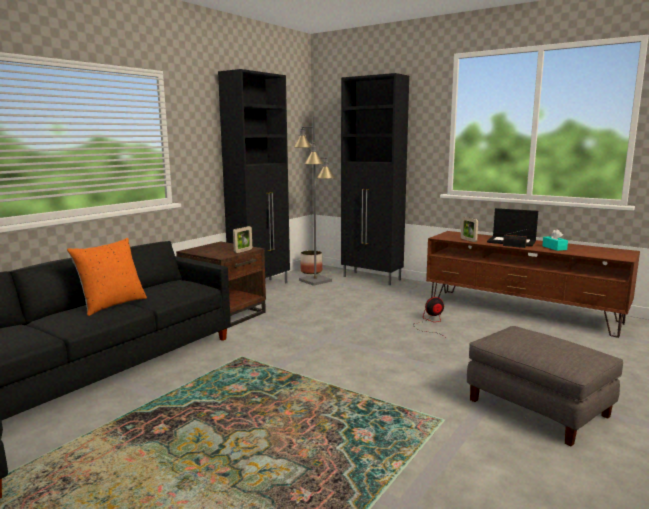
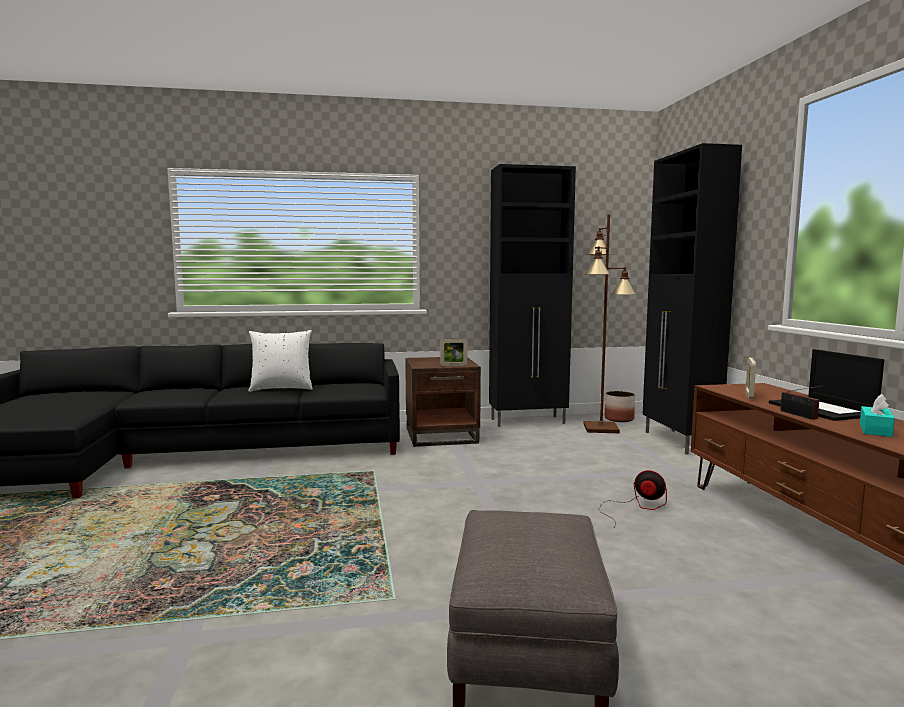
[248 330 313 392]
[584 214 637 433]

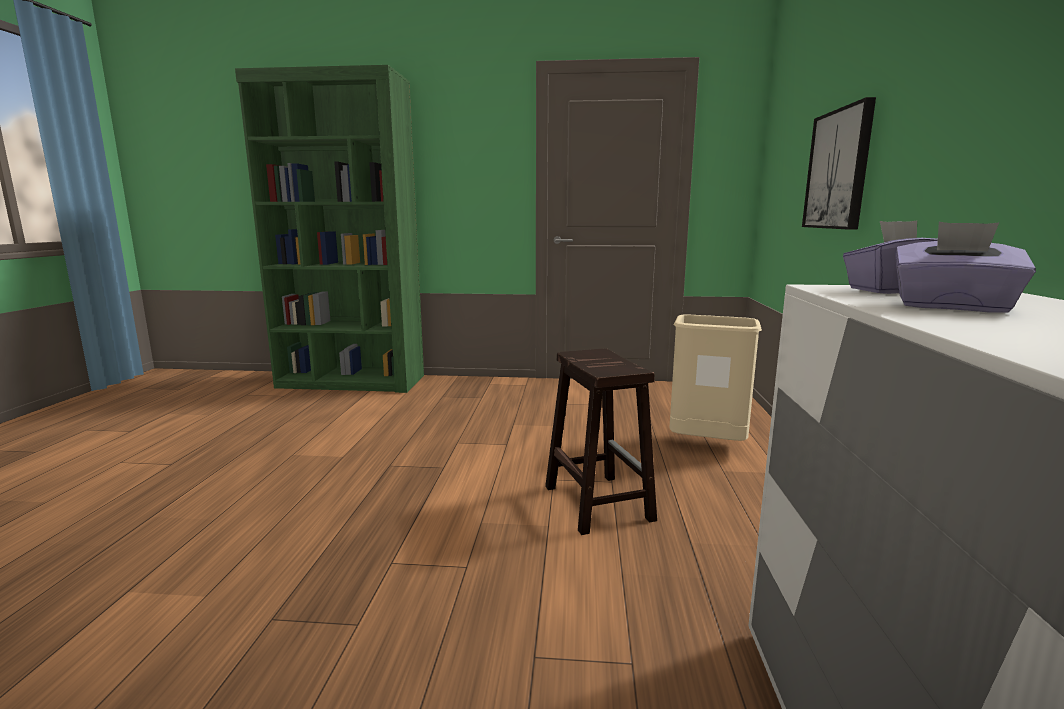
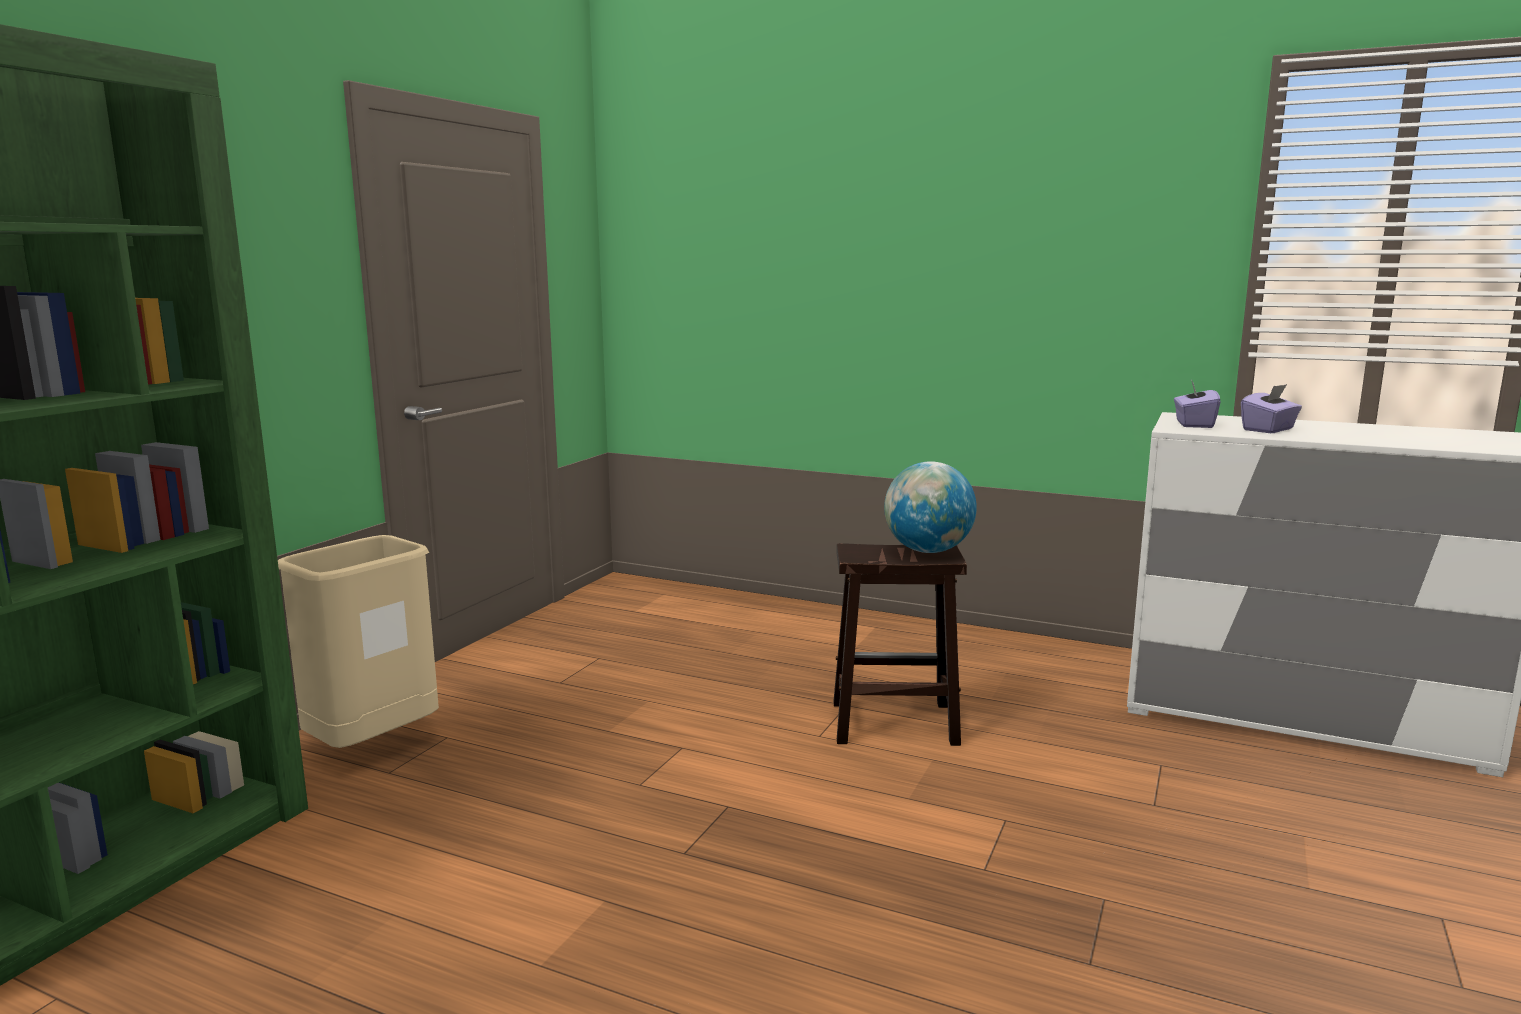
[802 97 876 230] (first image)
[884 461 977 553]
[278 535 439 748]

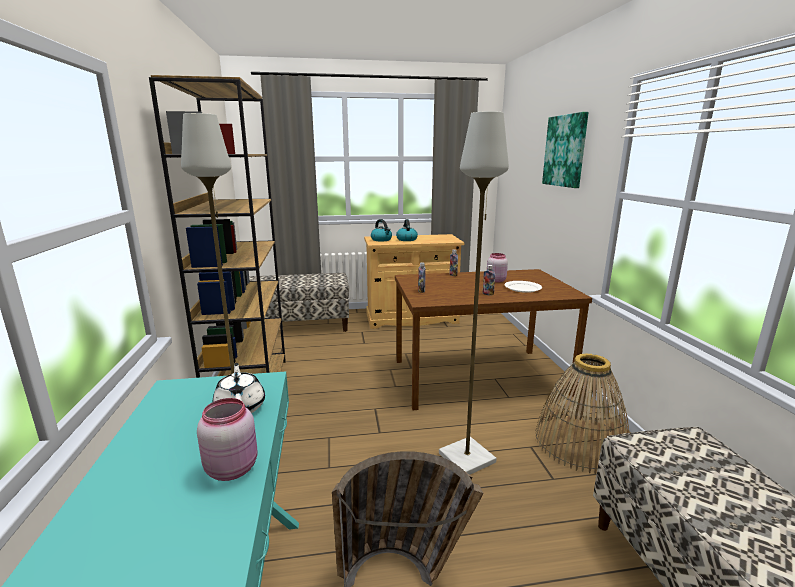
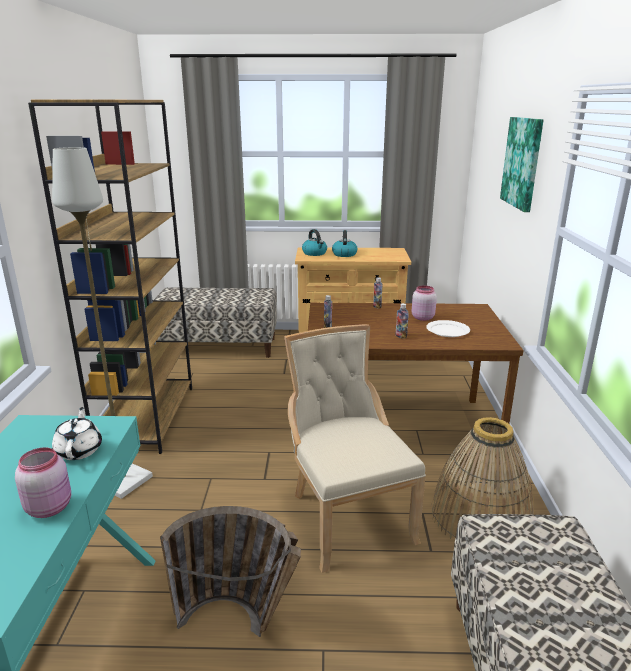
[284 324 426 573]

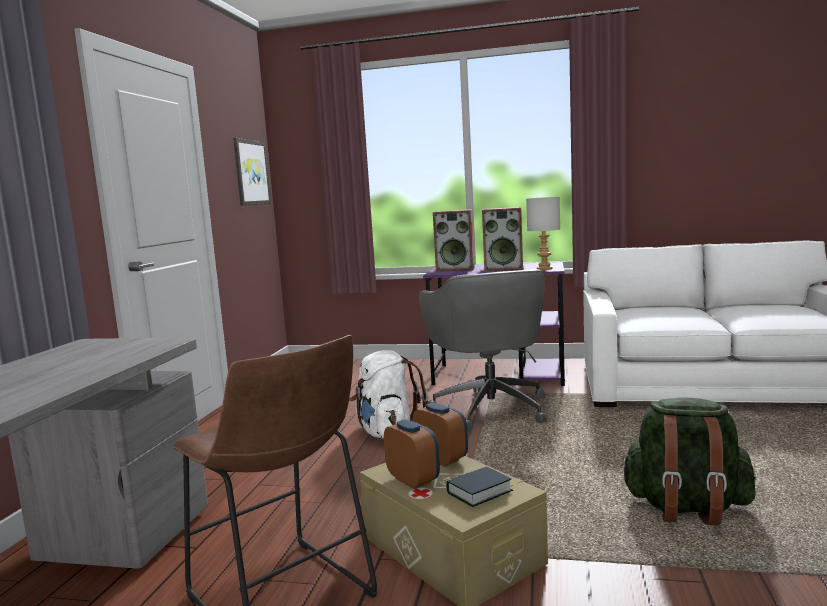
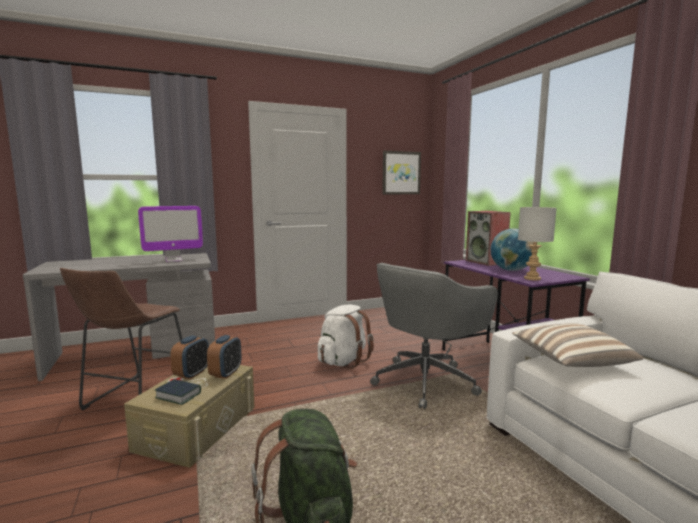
[138 206 203 262]
[512 323 643 367]
[490 228 533 271]

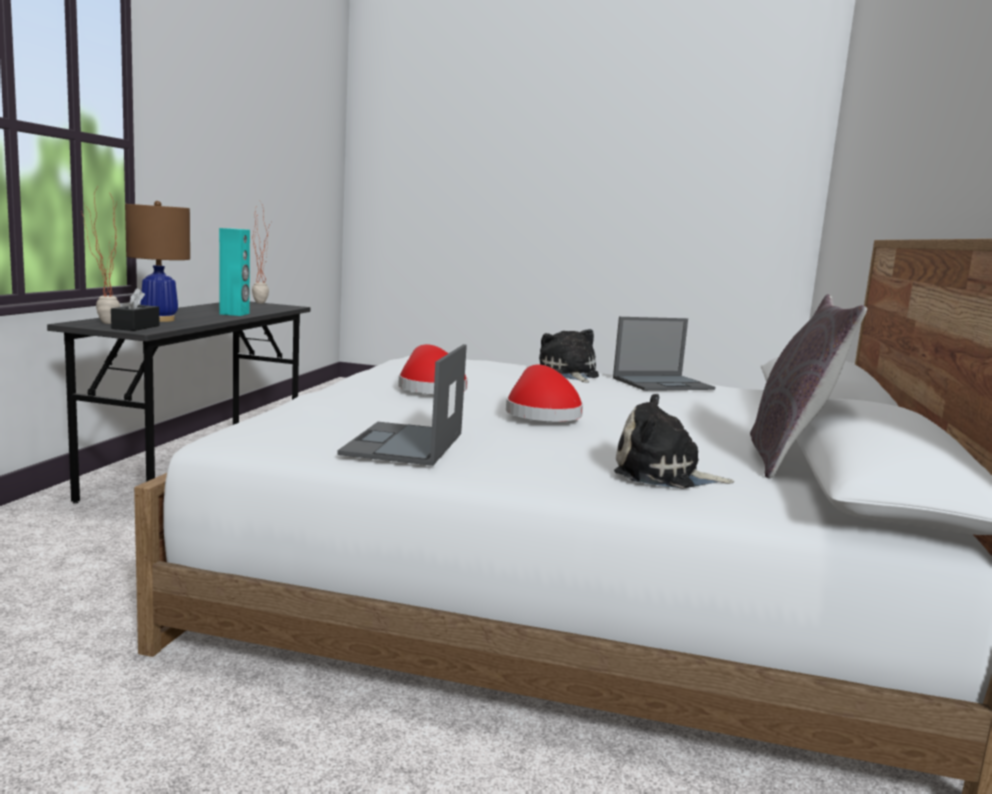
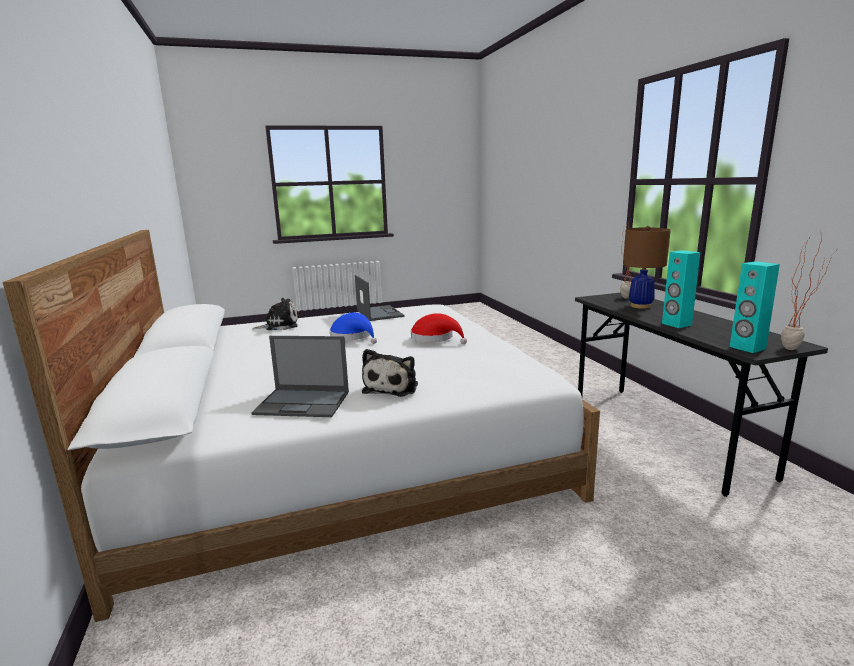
[111 288 160 331] (first image)
[750 294 867 478] (first image)
[730 261 780 353]
[330 313 377 344]
[362 349 418 397]
[251 336 349 417]

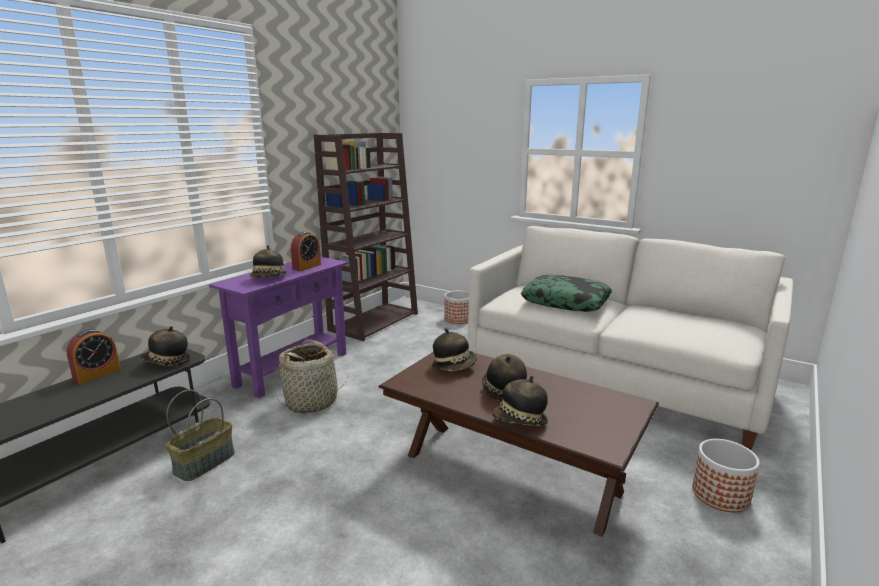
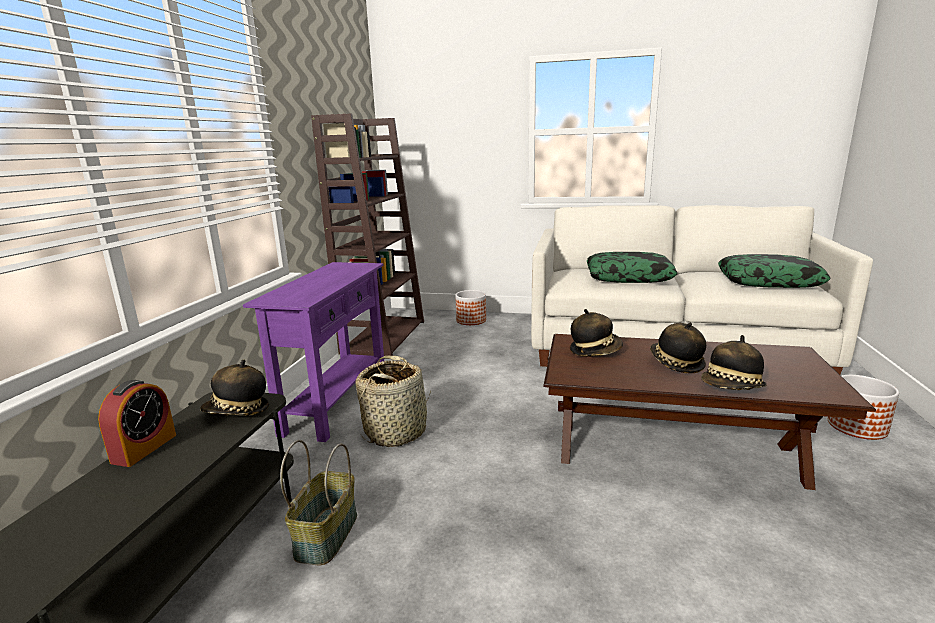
[250 245 287 277] (first image)
[291 232 321 271] (first image)
[718 254 830 288]

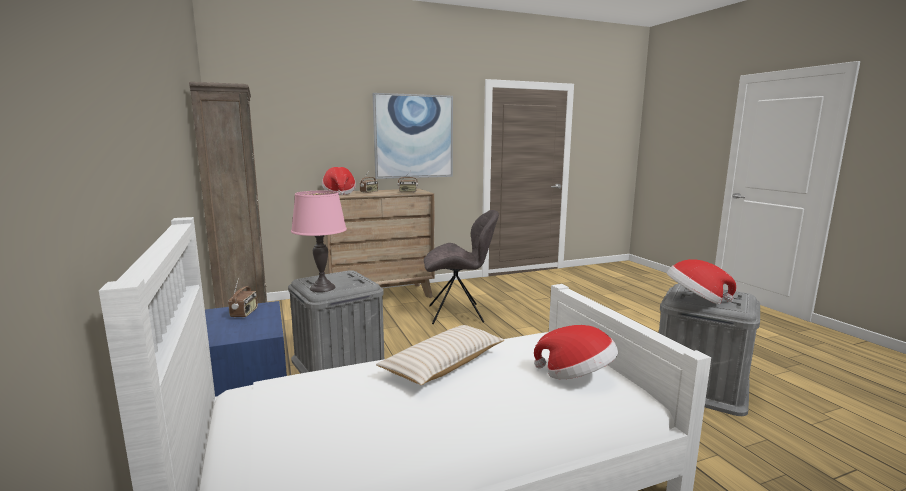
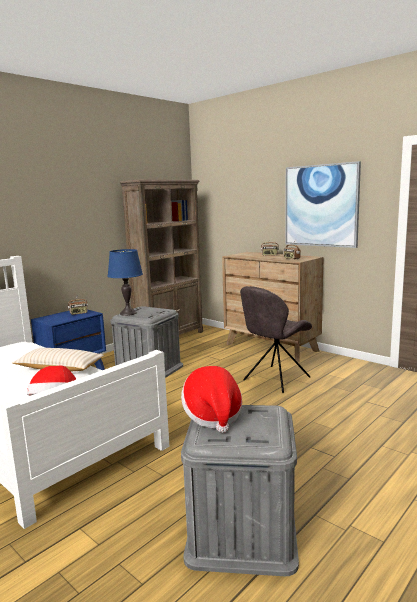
[322 167 356 195] (first image)
[107 249 143 316]
[240 286 312 393]

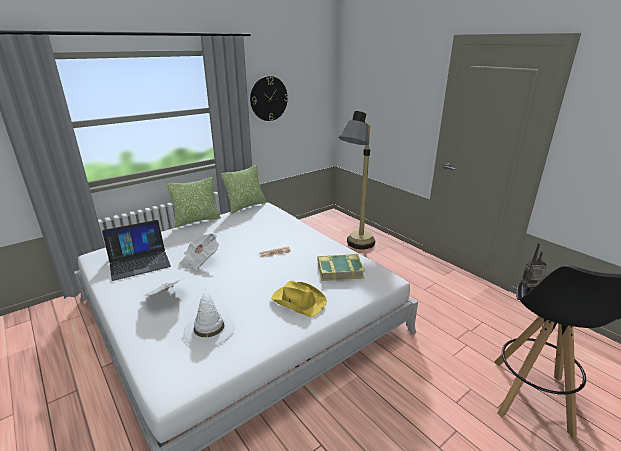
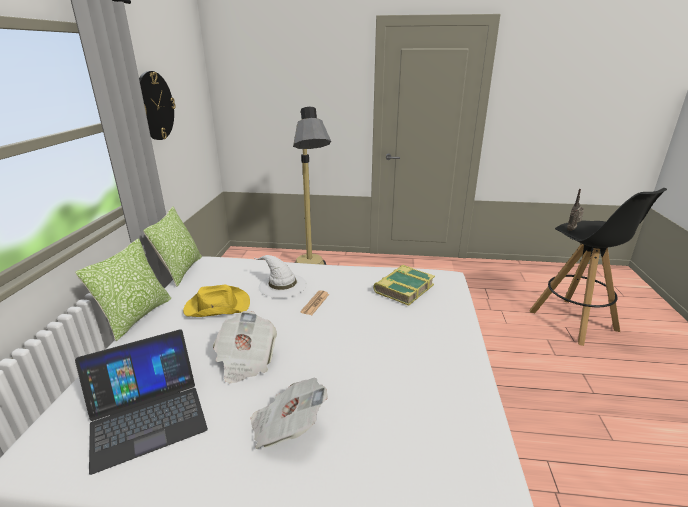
[255 255 307 298]
[183 285 250 317]
[75 329 208 475]

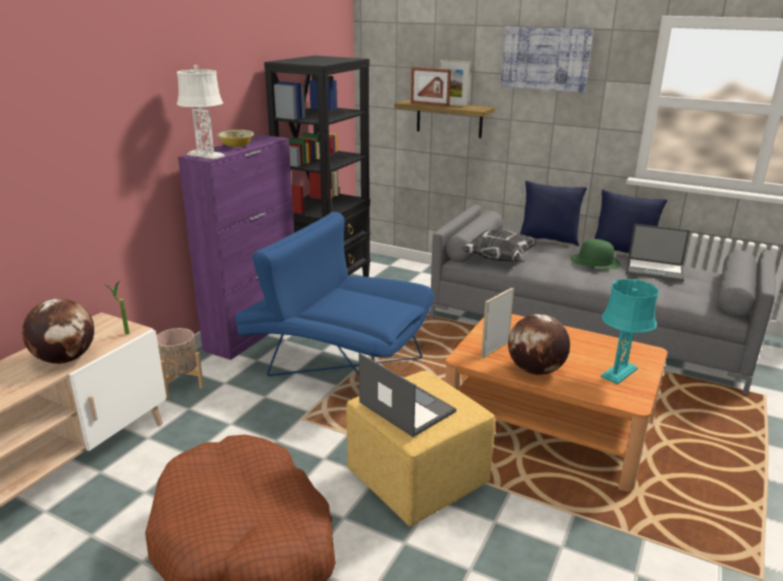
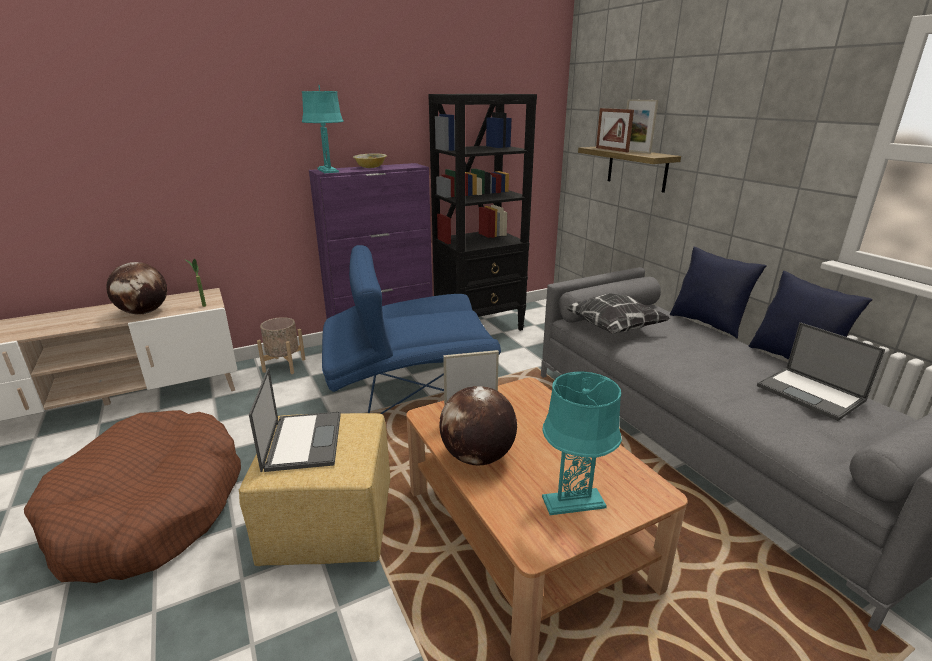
[501 27 593 93] (first image)
[571 239 621 270] (first image)
[302 85 344 173]
[322 245 501 414]

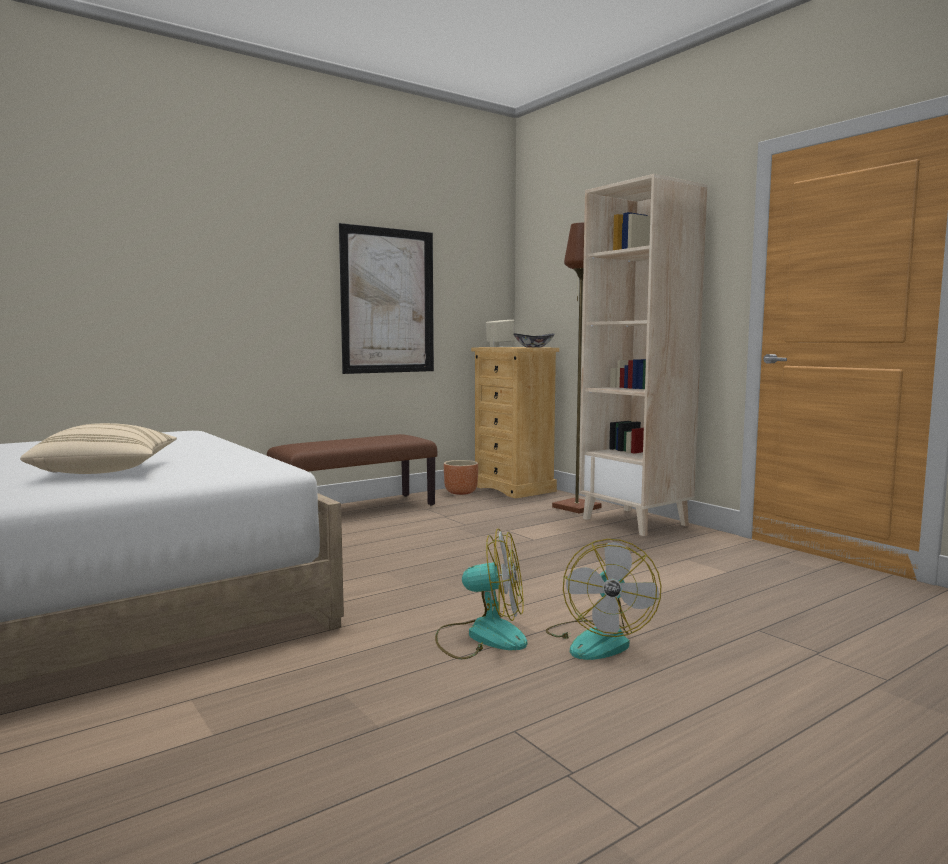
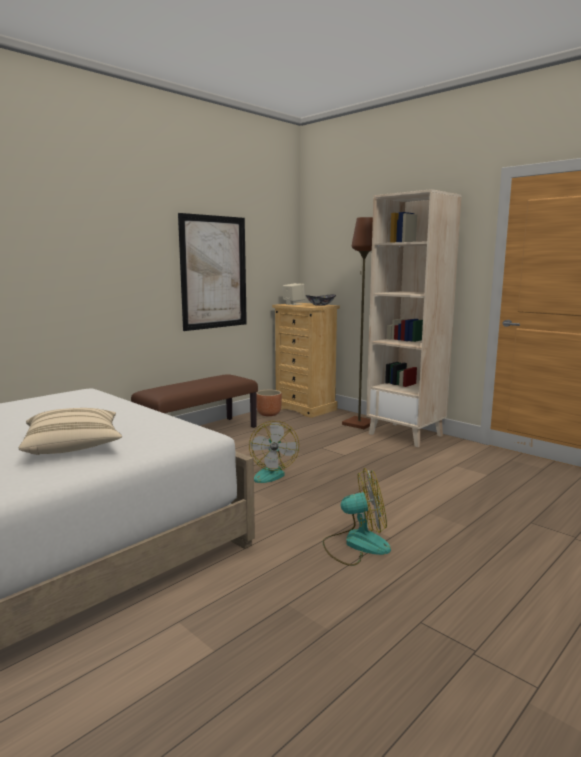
[249 421 299 483]

